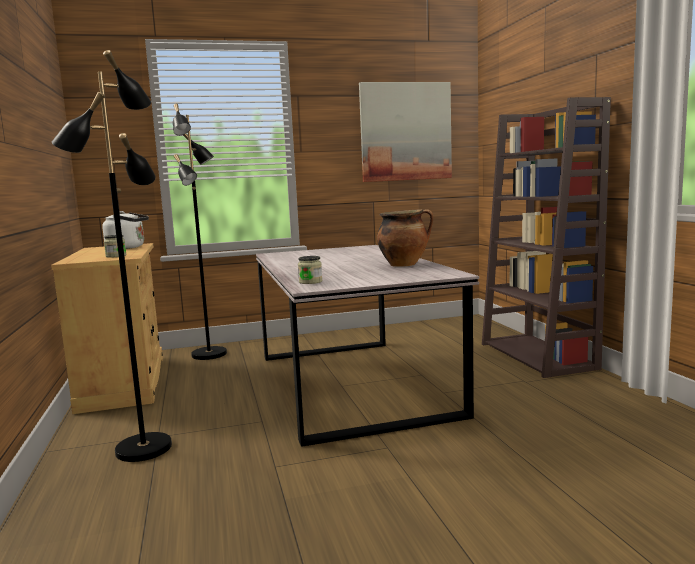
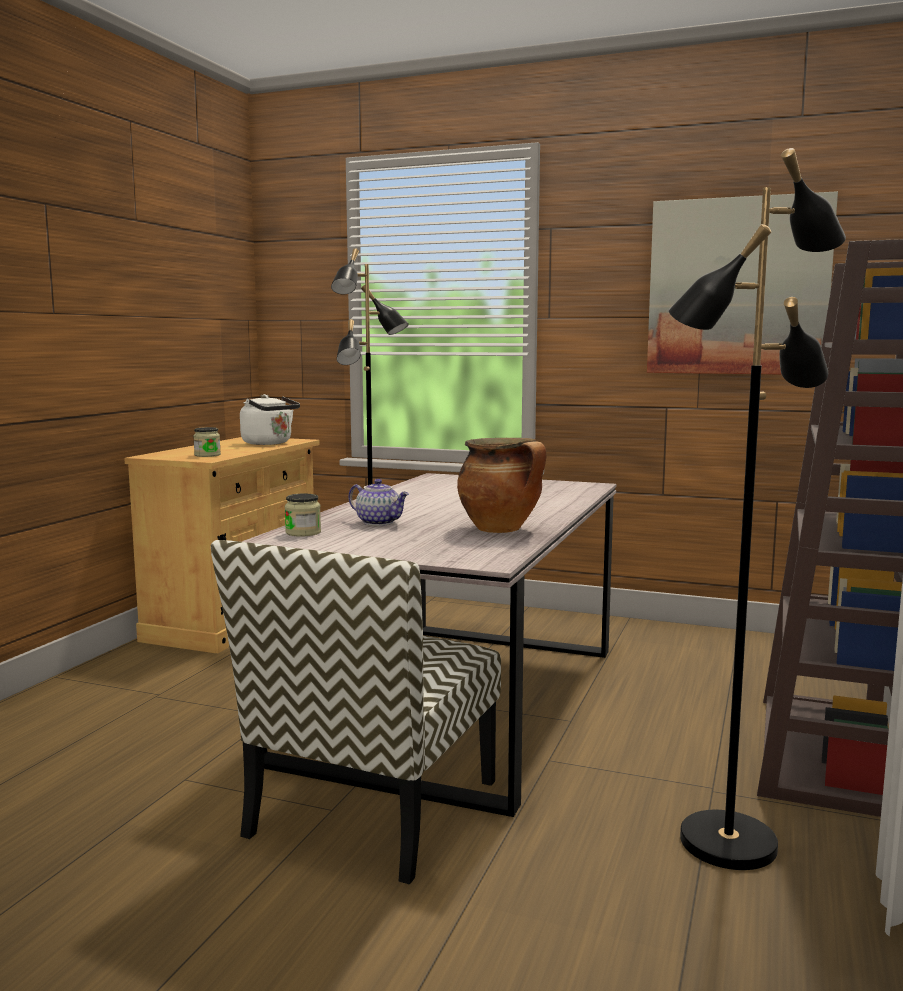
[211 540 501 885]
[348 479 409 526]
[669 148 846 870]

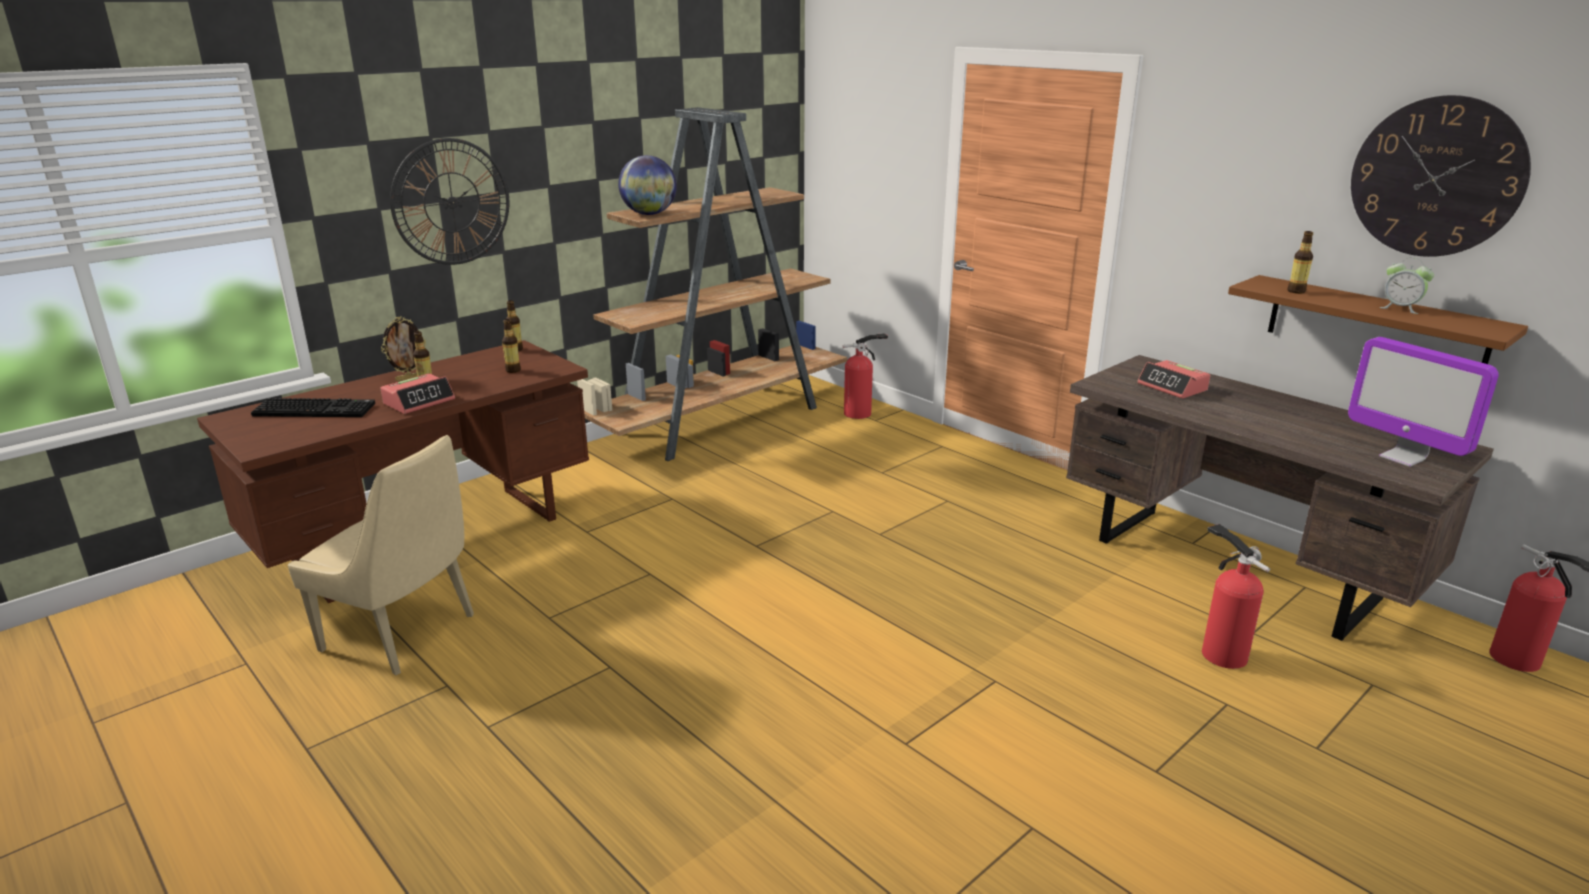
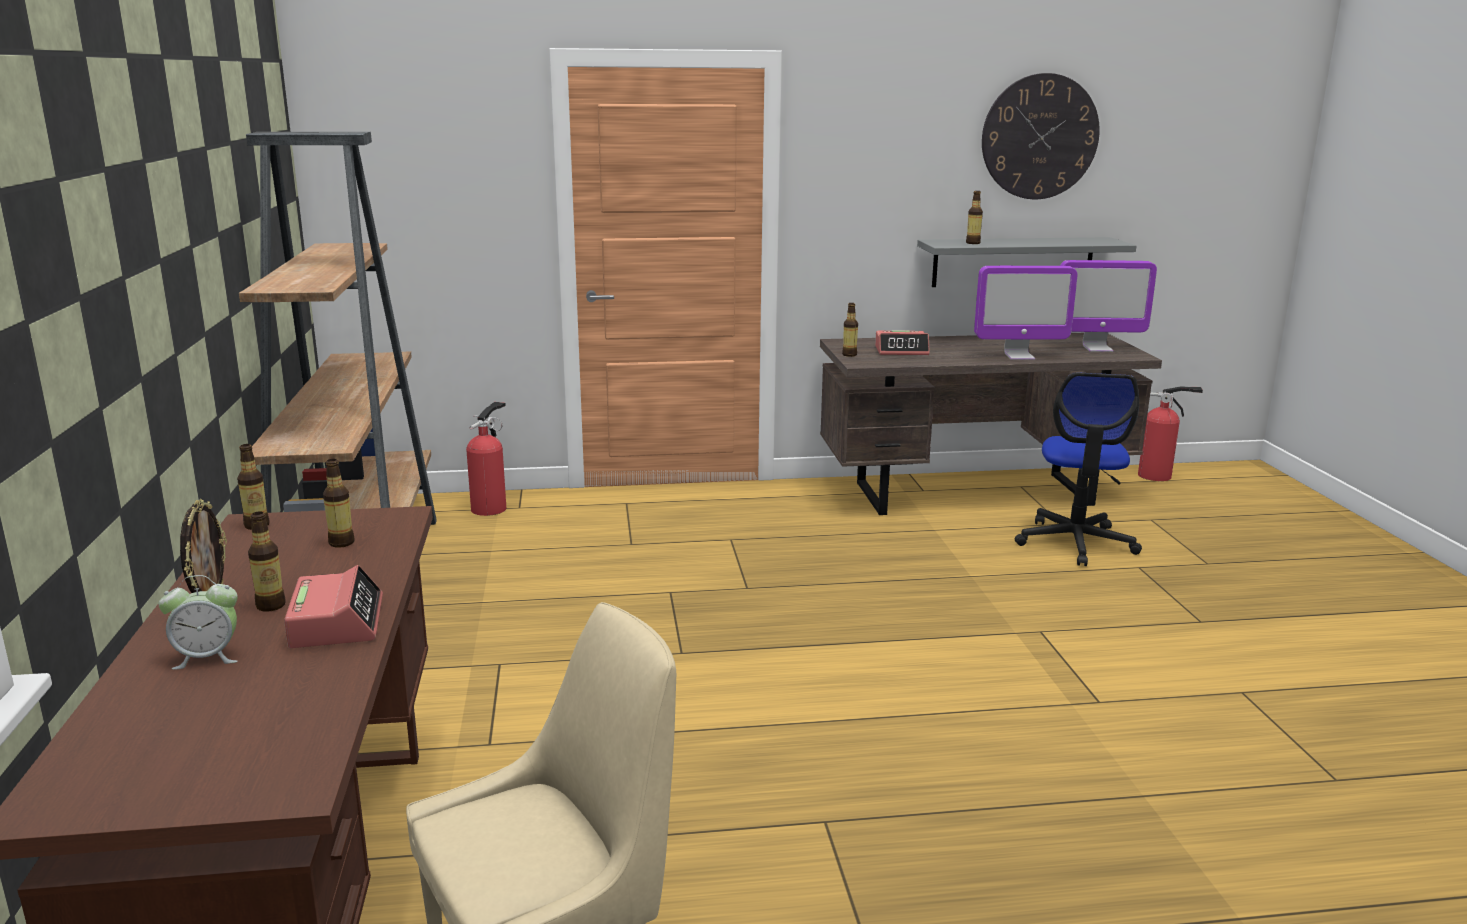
[251 398 375 417] (first image)
[390 138 509 265] (first image)
[618 155 677 215] (first image)
[842 303 858 357]
[974 266 1078 360]
[158 575 238 670]
[1015 373 1142 566]
[917 237 1137 287]

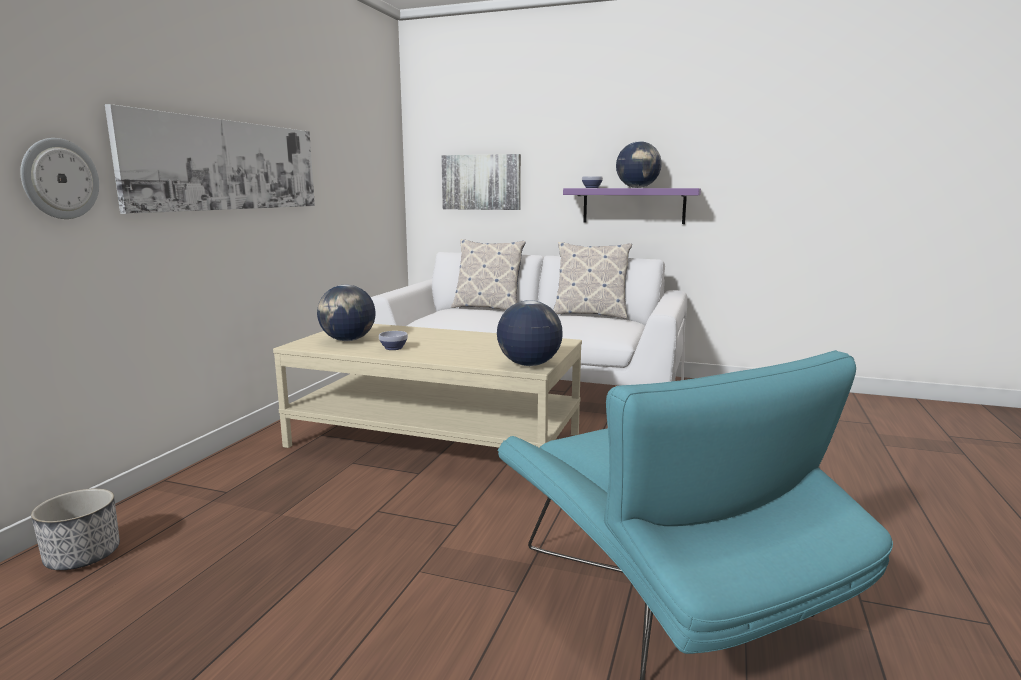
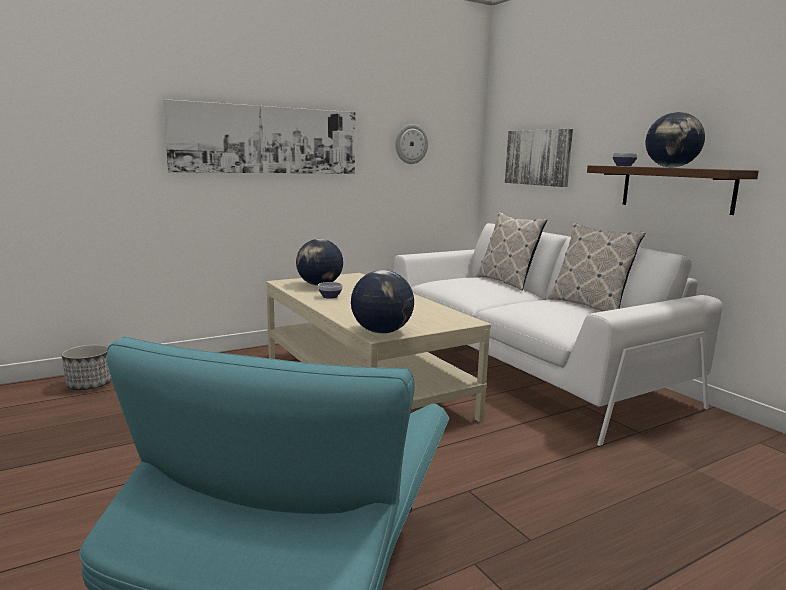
[395 124 428 164]
[587 165 759 215]

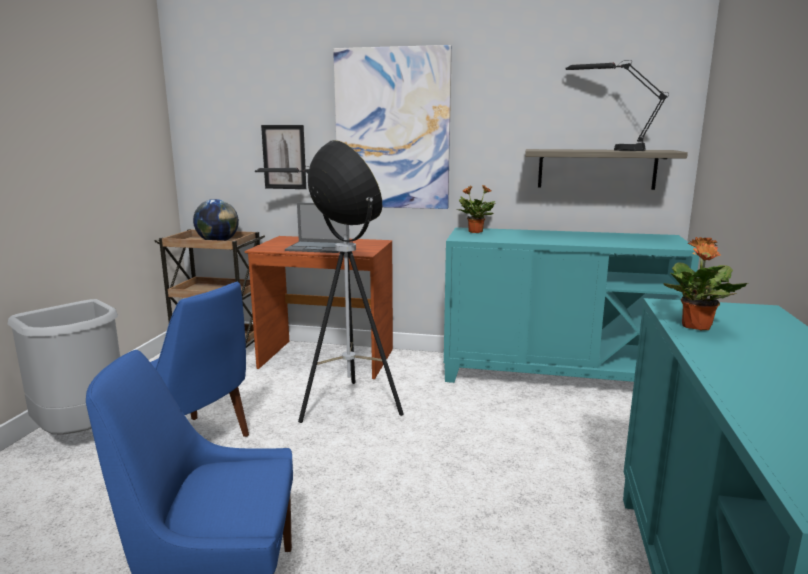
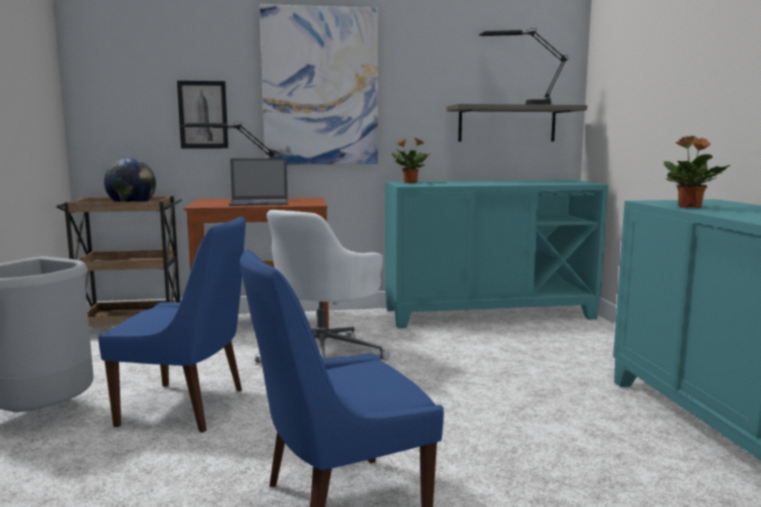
[255 210 390 364]

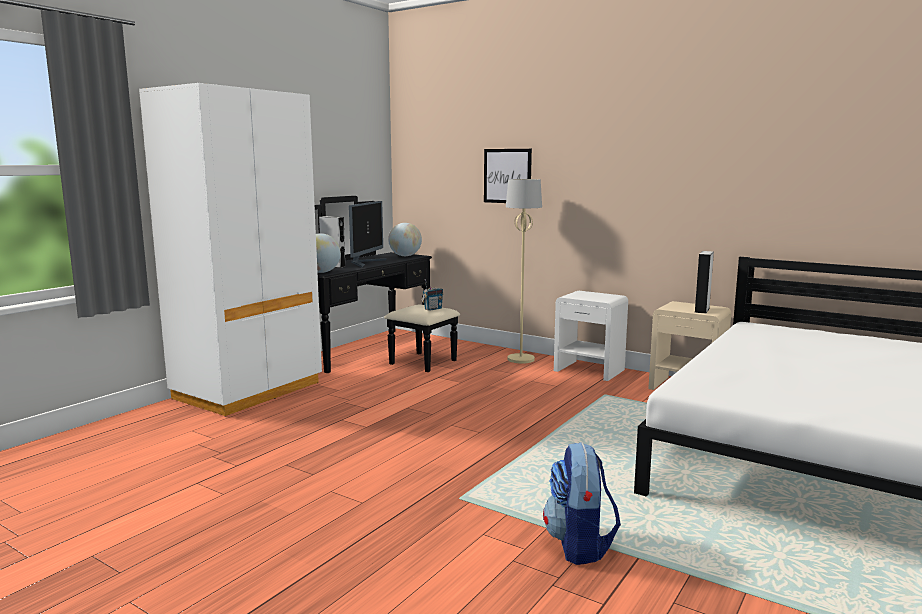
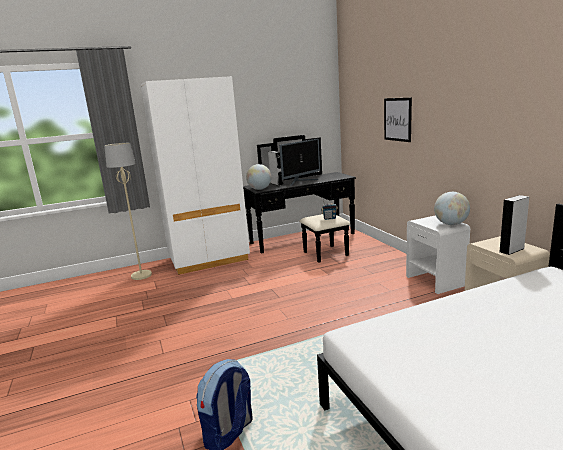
[434 192 470 225]
[104 143 152 280]

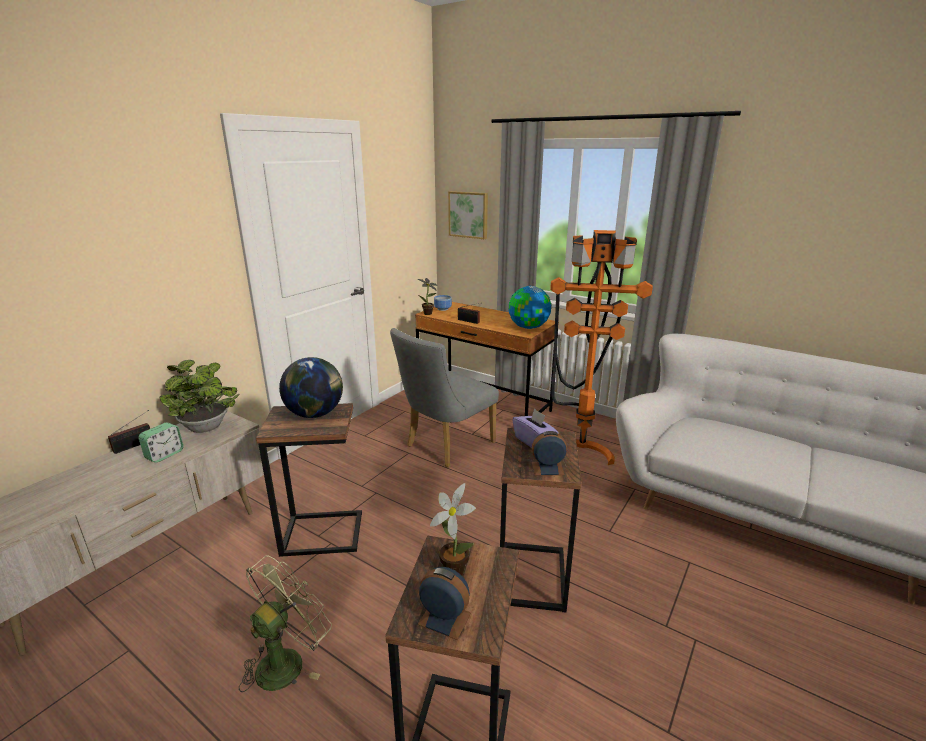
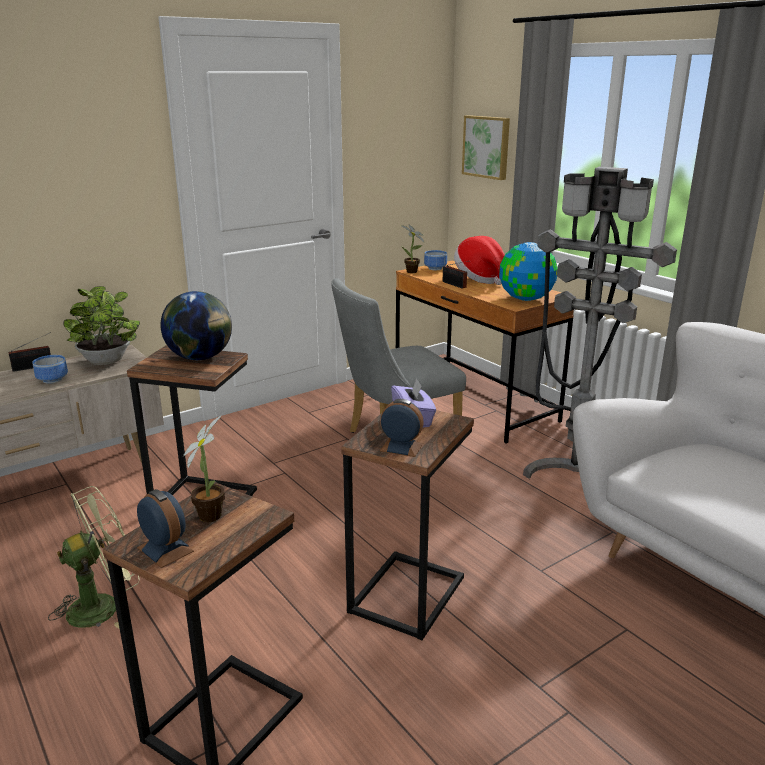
[454 236 505 285]
[32 355 68 384]
[523 167 677 479]

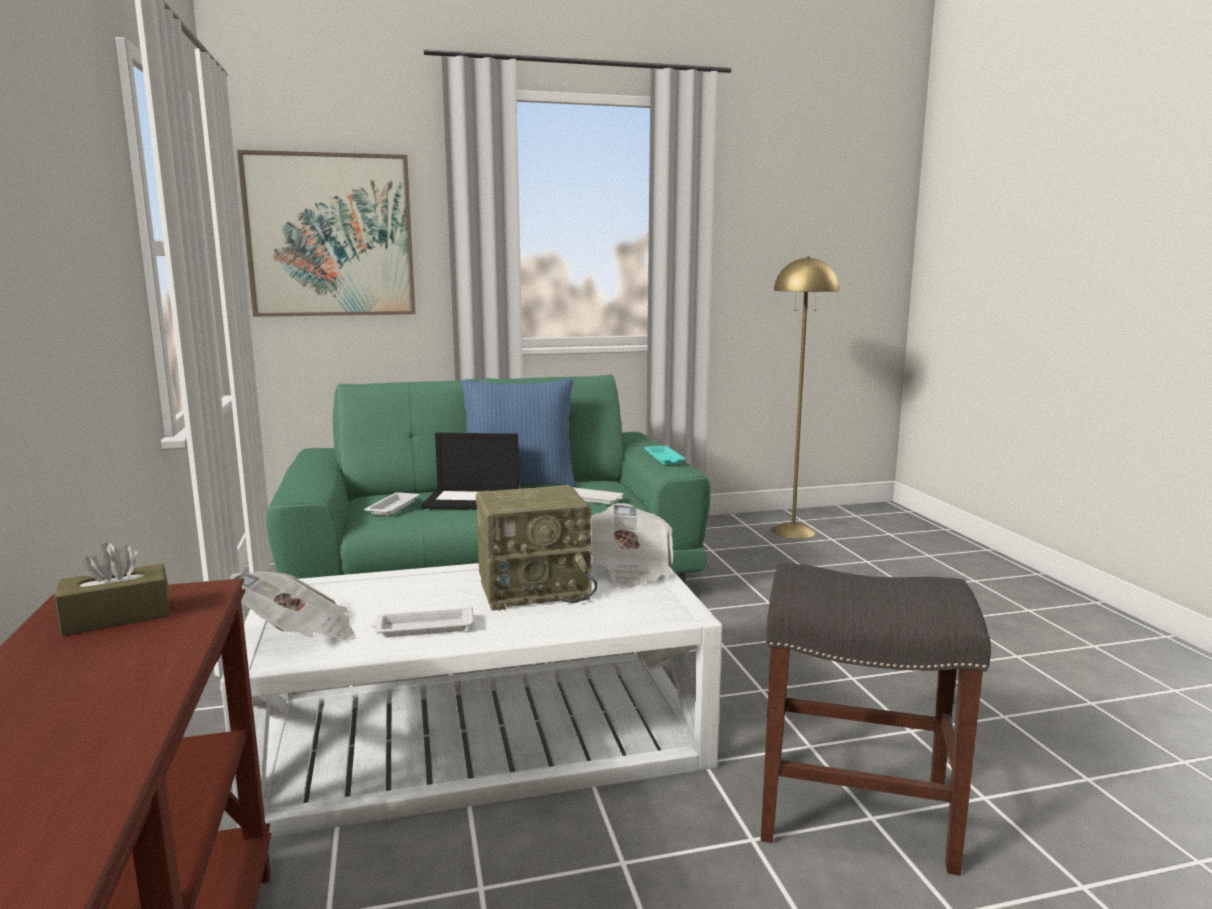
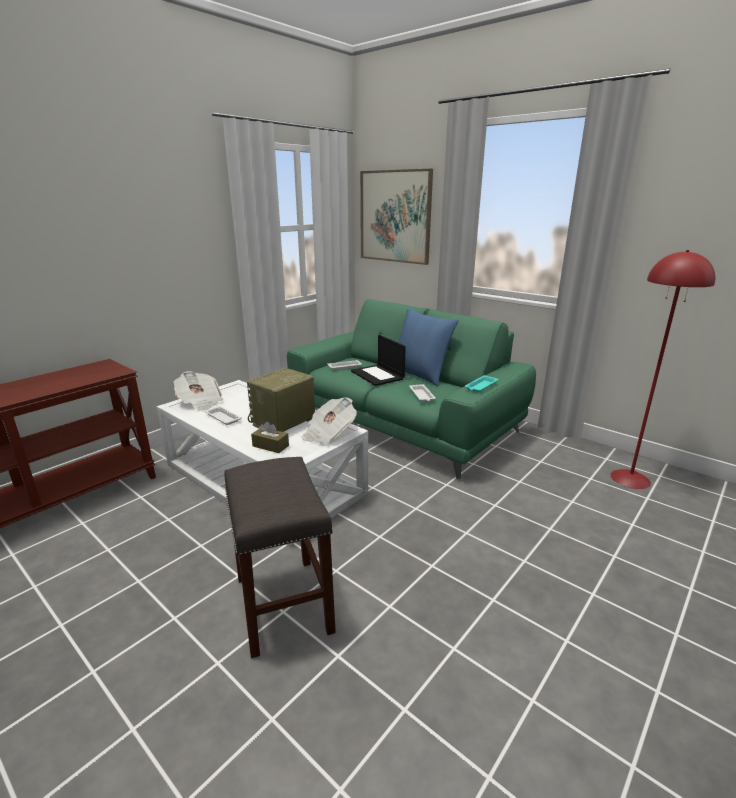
[251 421 289 453]
[611 250 715 489]
[247 368 315 432]

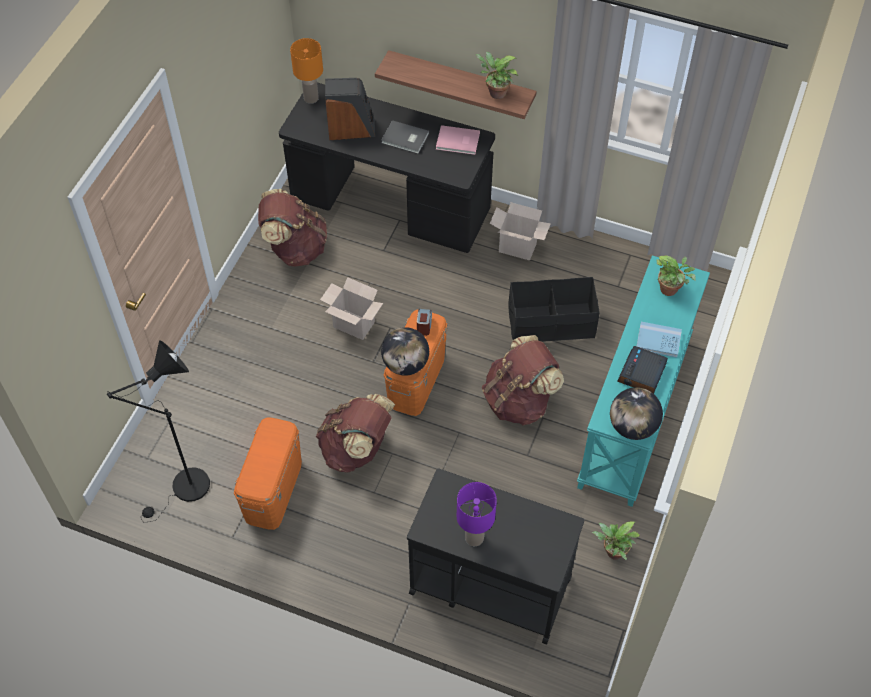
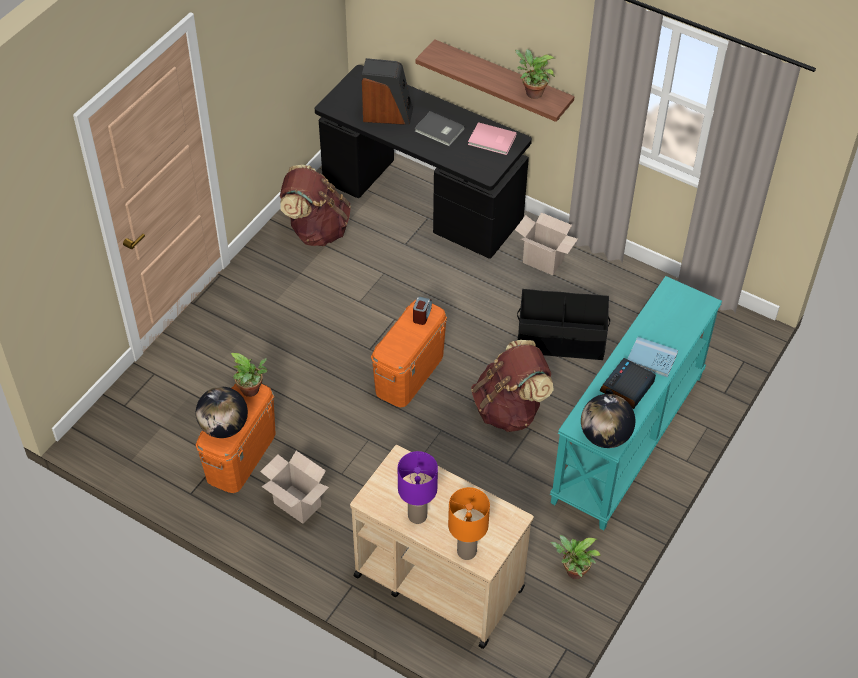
[107 340 210 523] (first image)
[316 394 395 473] (first image)
[448 487 490 560]
[260 451 329 524]
[196 387 248 438]
[230 353 267 397]
[350 445 534 649]

